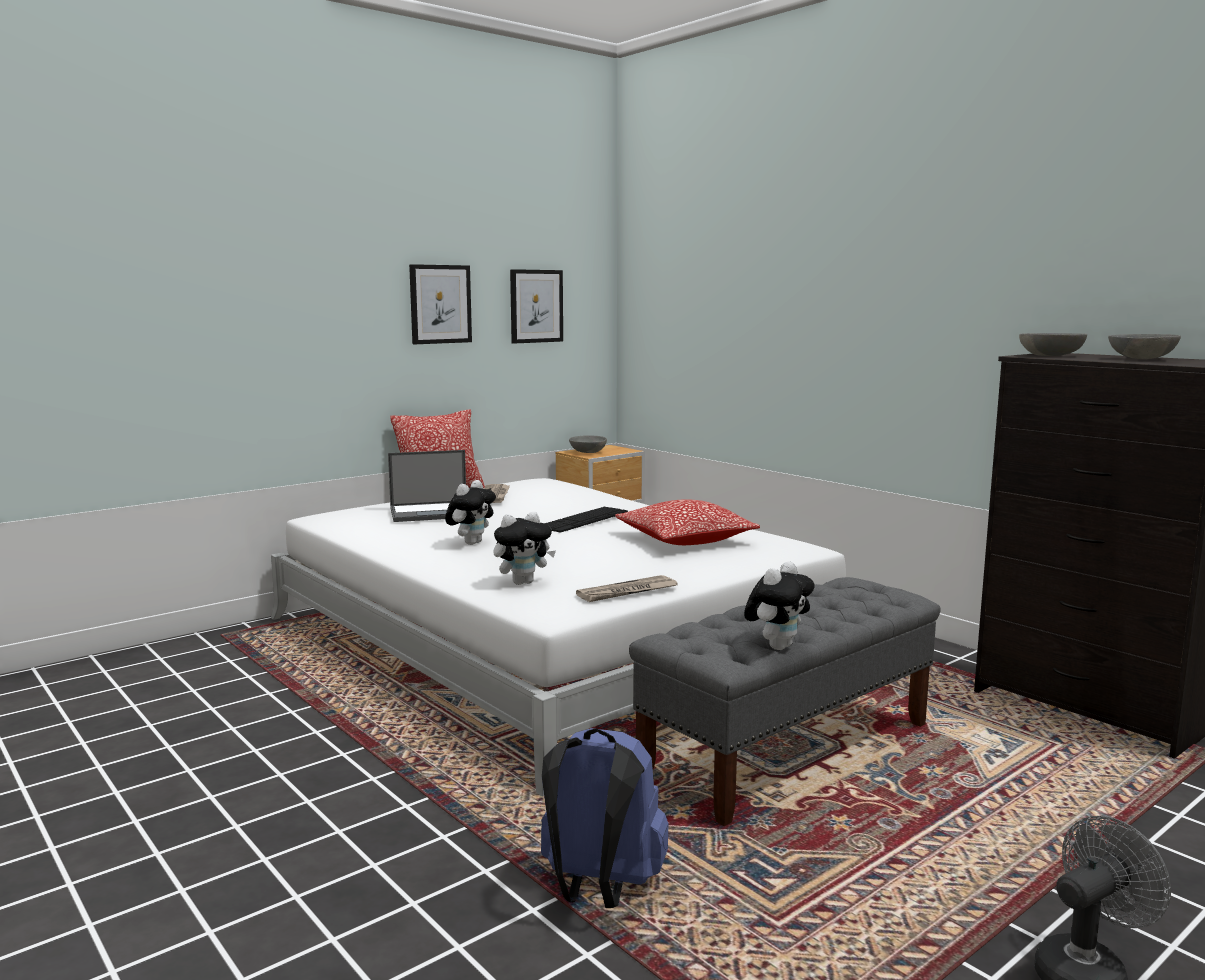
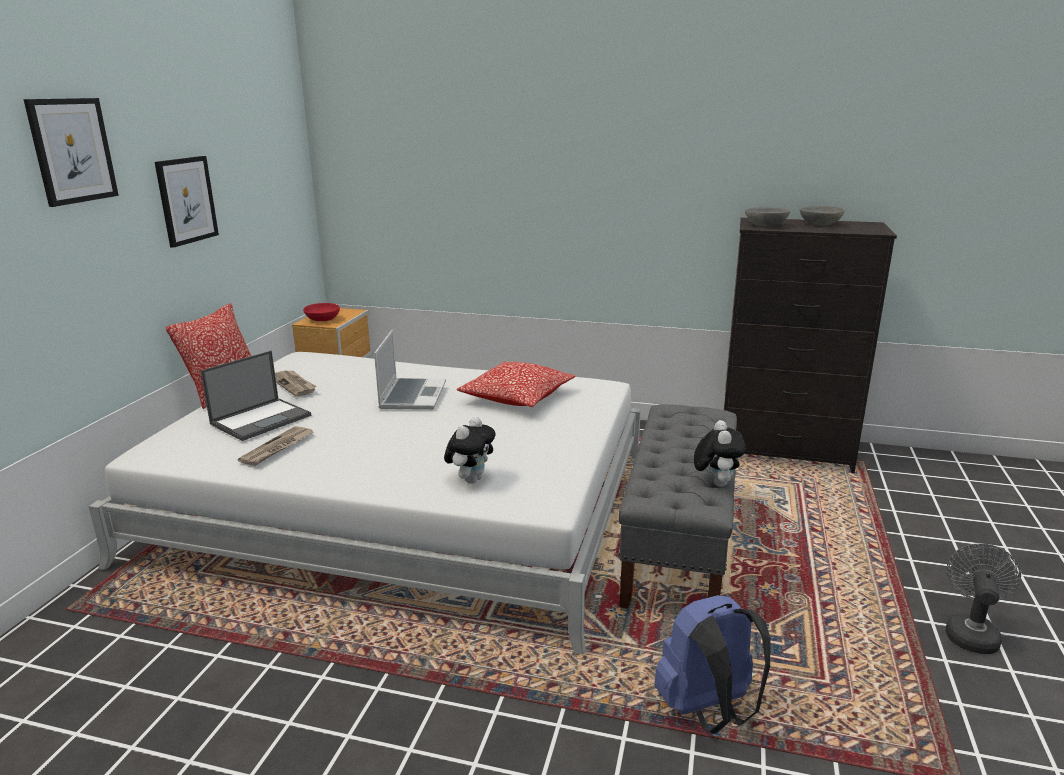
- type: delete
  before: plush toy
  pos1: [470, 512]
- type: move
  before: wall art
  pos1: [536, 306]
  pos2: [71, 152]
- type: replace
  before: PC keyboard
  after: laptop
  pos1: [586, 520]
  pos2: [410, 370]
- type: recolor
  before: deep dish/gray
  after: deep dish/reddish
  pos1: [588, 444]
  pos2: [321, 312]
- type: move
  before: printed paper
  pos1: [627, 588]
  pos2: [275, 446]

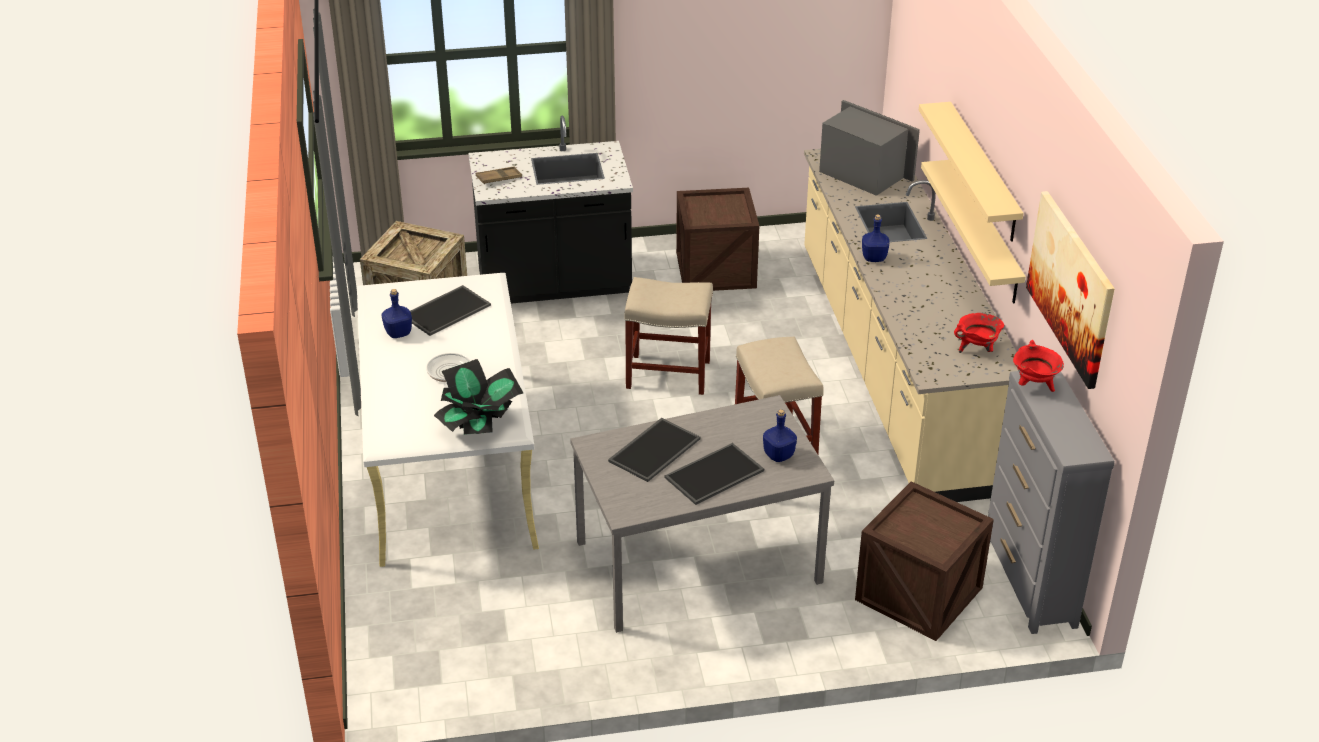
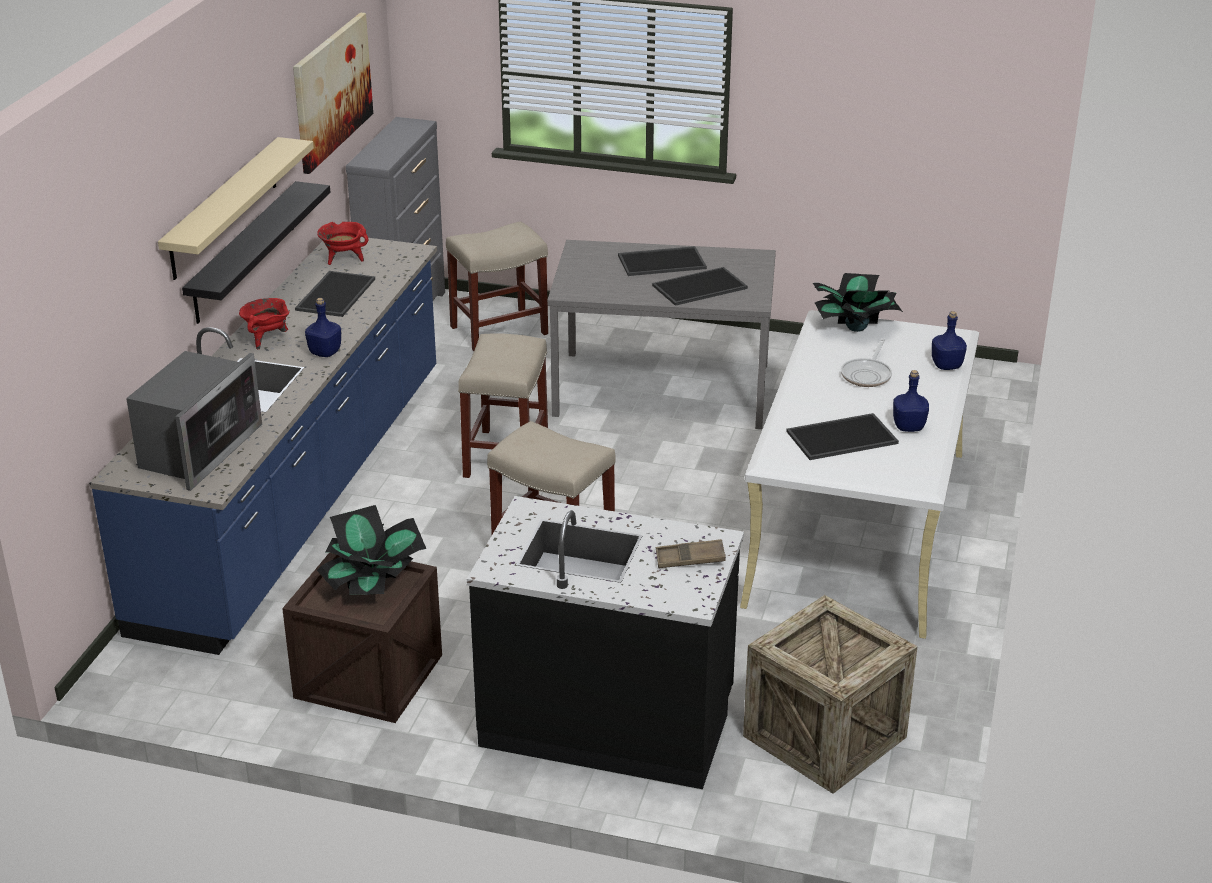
- type: move
  before: drink bottle/bluish
  pos1: [780, 435]
  pos2: [949, 340]
- type: recolor
  before: kitchen base unit/beige
  after: kitchen base unit/bluish
  pos1: [911, 325]
  pos2: [263, 446]
- type: rotate
  before: microwave
  pos1: [869, 148]
  pos2: [194, 421]
  turn: -135
- type: replace
  before: packing crate
  after: stool seat/beige
  pos1: [924, 561]
  pos2: [497, 286]
- type: recolor
  before: shelf/beige
  after: shelf/black-coloured
  pos1: [973, 232]
  pos2: [256, 252]
- type: move
  before: saucepot/reddish
  pos1: [1038, 366]
  pos2: [264, 324]
- type: insert
  after: serving tray
  pos2: [335, 294]
- type: insert
  after: houseplant
  pos2: [371, 550]

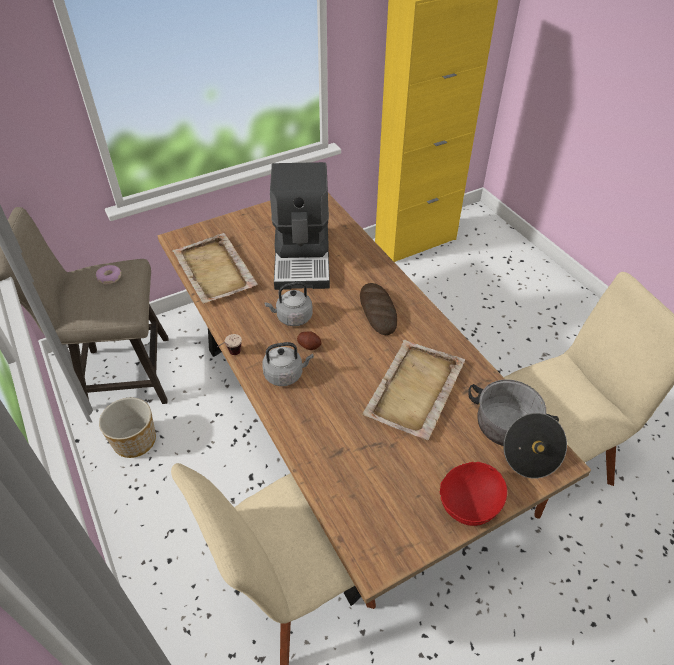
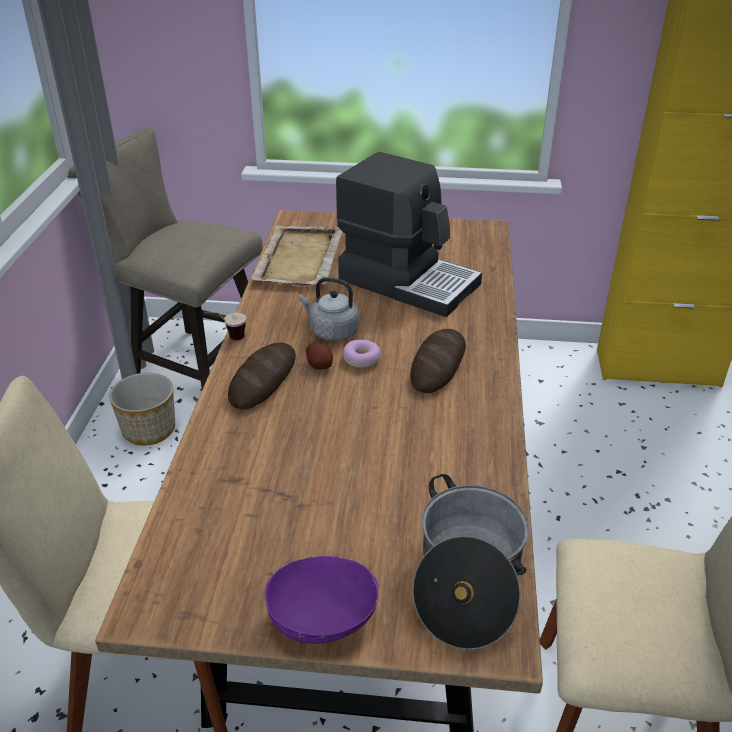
- type: move
  before: ring doughnut
  pos1: [108, 274]
  pos2: [362, 354]
- type: replace
  before: water kettle/gray
  after: bakery bread
  pos1: [288, 364]
  pos2: [262, 376]
- type: rotate
  before: coffee machine
  pos1: [300, 226]
  pos2: [409, 234]
  turn: -90
- type: delete
  before: serving tray/beige
  pos1: [413, 390]
- type: recolor
  before: deep dish/reddish
  after: deep dish/purple-coloured
  pos1: [473, 494]
  pos2: [322, 600]

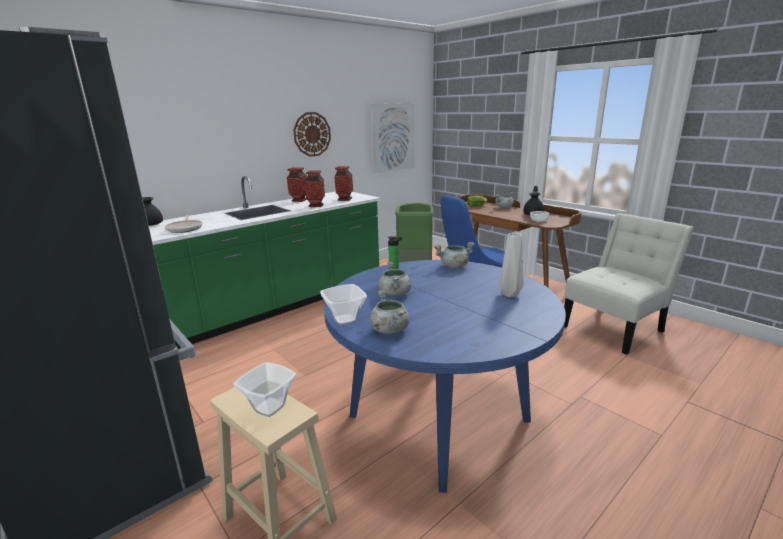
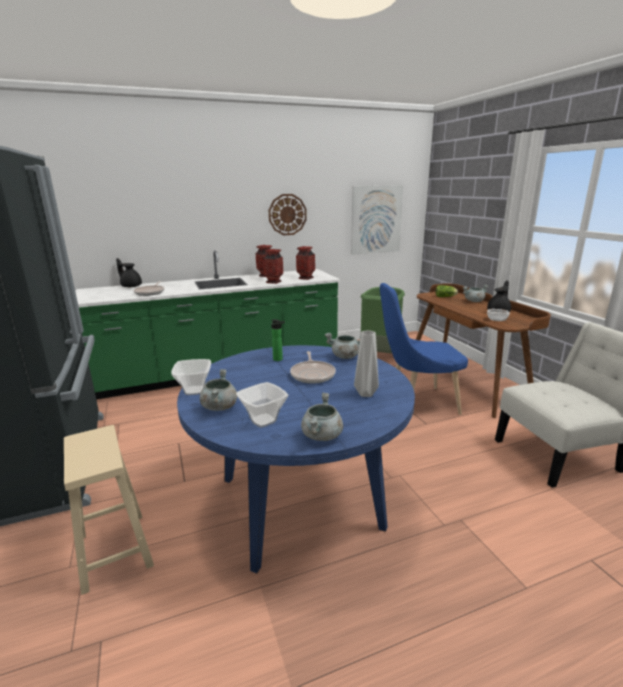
- type: move
  before: deep dish
  pos1: [265, 389]
  pos2: [262, 405]
- type: move
  before: saucepot/gray
  pos1: [395, 279]
  pos2: [322, 417]
- type: insert
  after: frying pan
  pos2: [313, 367]

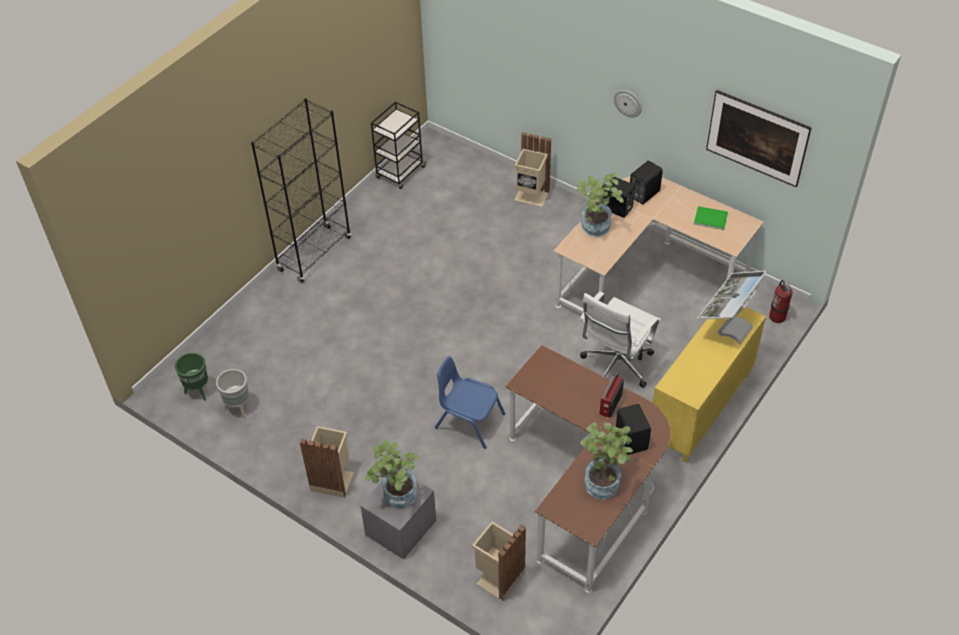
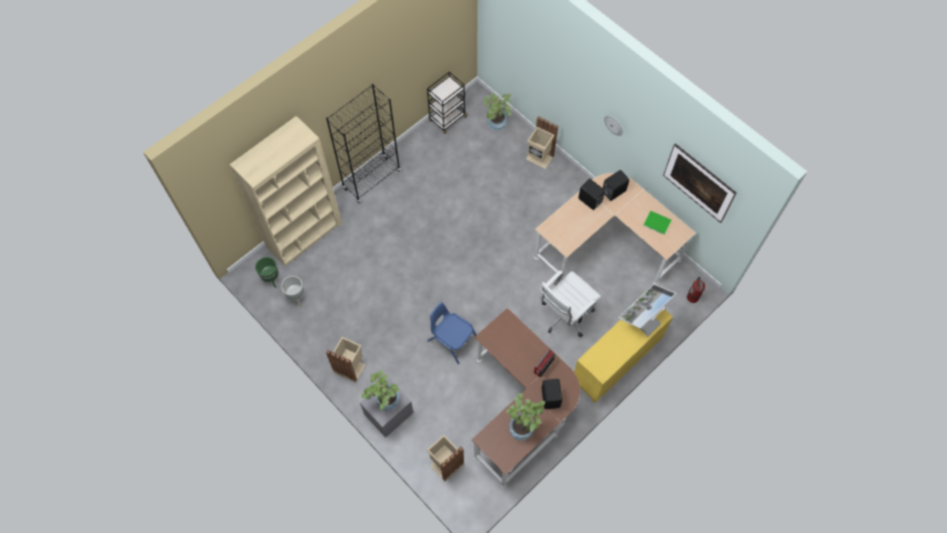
- type: move
  before: houseplant
  pos1: [600, 204]
  pos2: [497, 112]
- type: insert
  after: bookshelf/beige
  pos2: [286, 191]

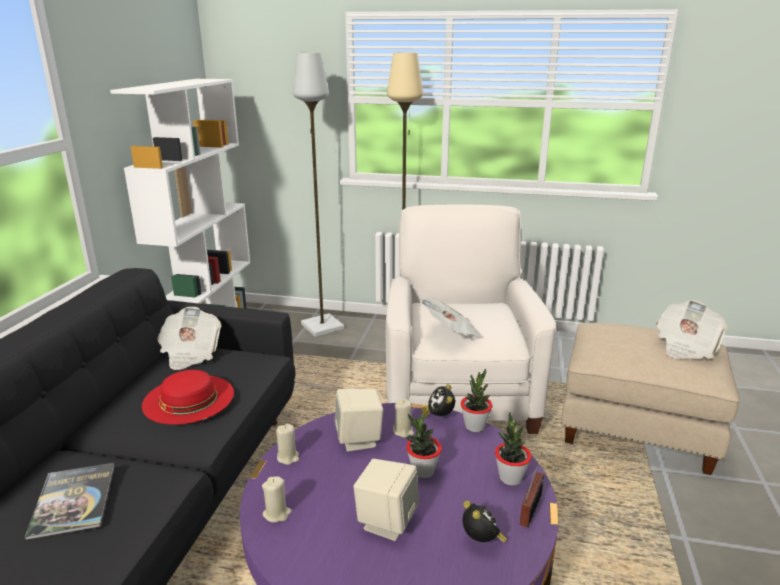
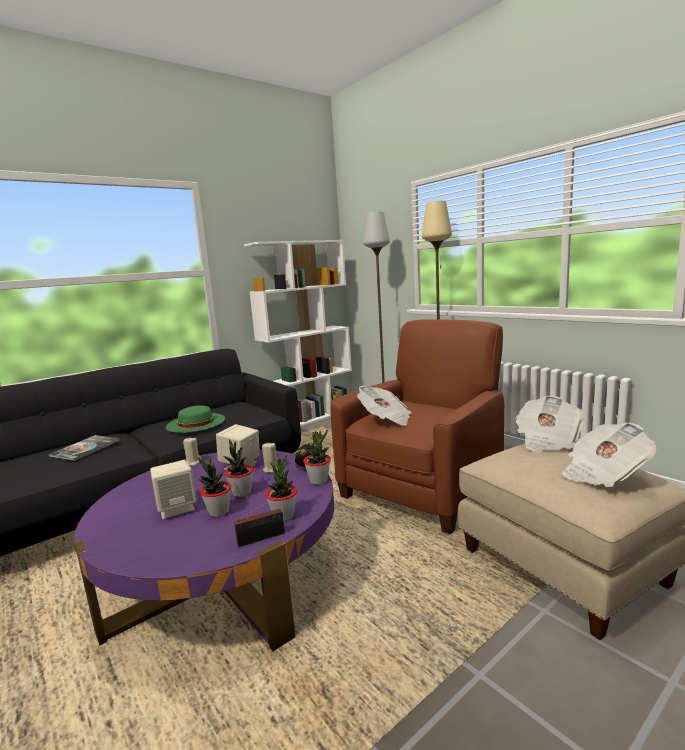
- type: recolor
  before: clothing hat/reddish
  after: clothing hat/greenish
  pos1: [188, 397]
  pos2: [195, 419]
- type: move
  before: printed paper
  pos1: [189, 338]
  pos2: [550, 423]
- type: delete
  before: wax candle/beige
  pos1: [277, 500]
- type: recolor
  before: armchair/whitish
  after: armchair/brown
  pos1: [471, 319]
  pos2: [417, 426]
- type: delete
  before: table clock
  pos1: [485, 522]
- type: insert
  after: houseplant
  pos2: [214, 487]

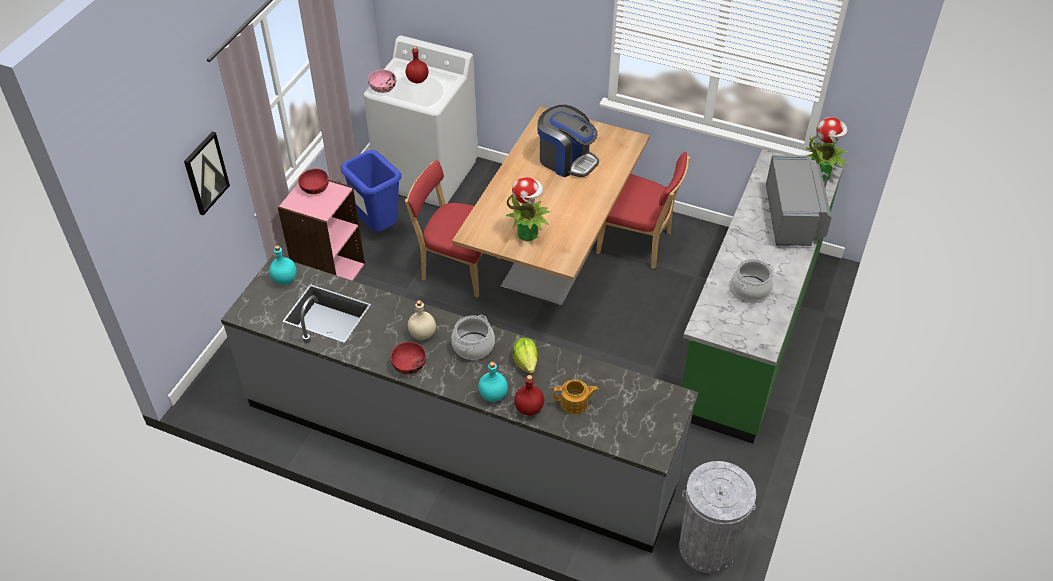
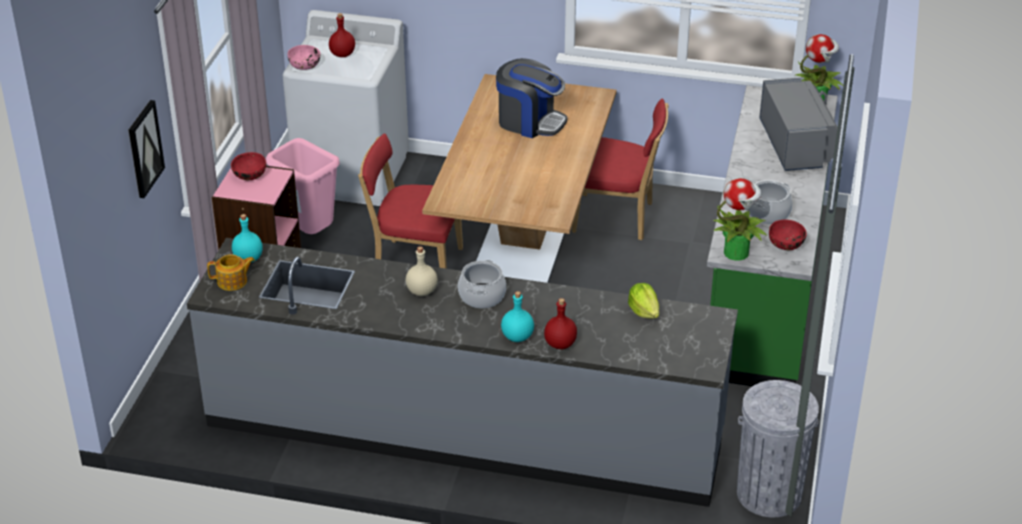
- type: recolor
  before: trash can/bluish
  after: trash can/pink
  pos1: [371, 191]
  pos2: [303, 186]
- type: move
  before: deep dish/reddish
  pos1: [408, 358]
  pos2: [788, 235]
- type: move
  before: houseplant
  pos1: [528, 209]
  pos2: [740, 219]
- type: move
  before: head of lettuce
  pos1: [525, 355]
  pos2: [643, 301]
- type: move
  before: tea pot
  pos1: [575, 397]
  pos2: [231, 272]

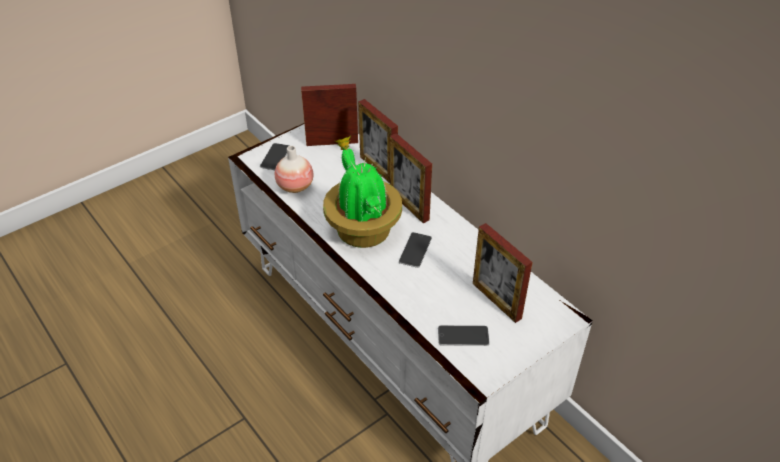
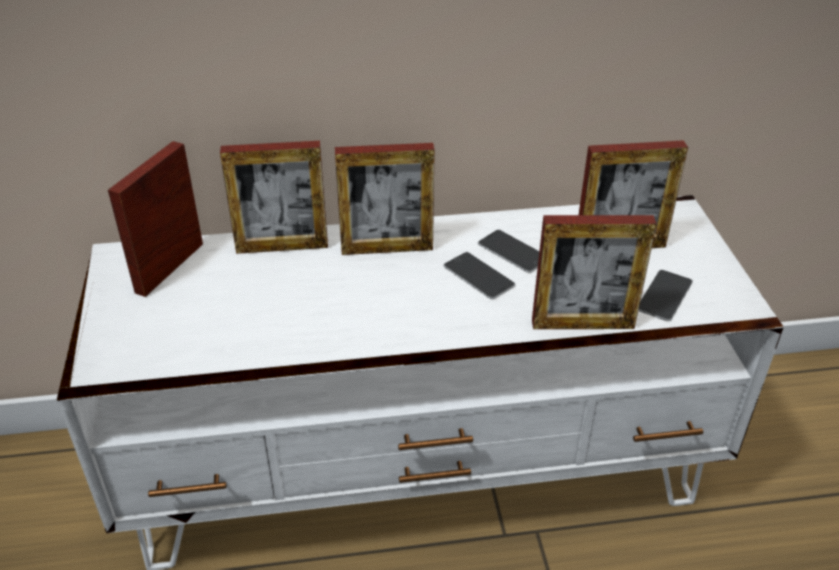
- type: move
  before: handset
  pos1: [275, 156]
  pos2: [508, 251]
- type: delete
  before: vase
  pos1: [294, 169]
- type: delete
  before: houseplant
  pos1: [362, 192]
- type: insert
  after: picture frame
  pos2: [594, 272]

